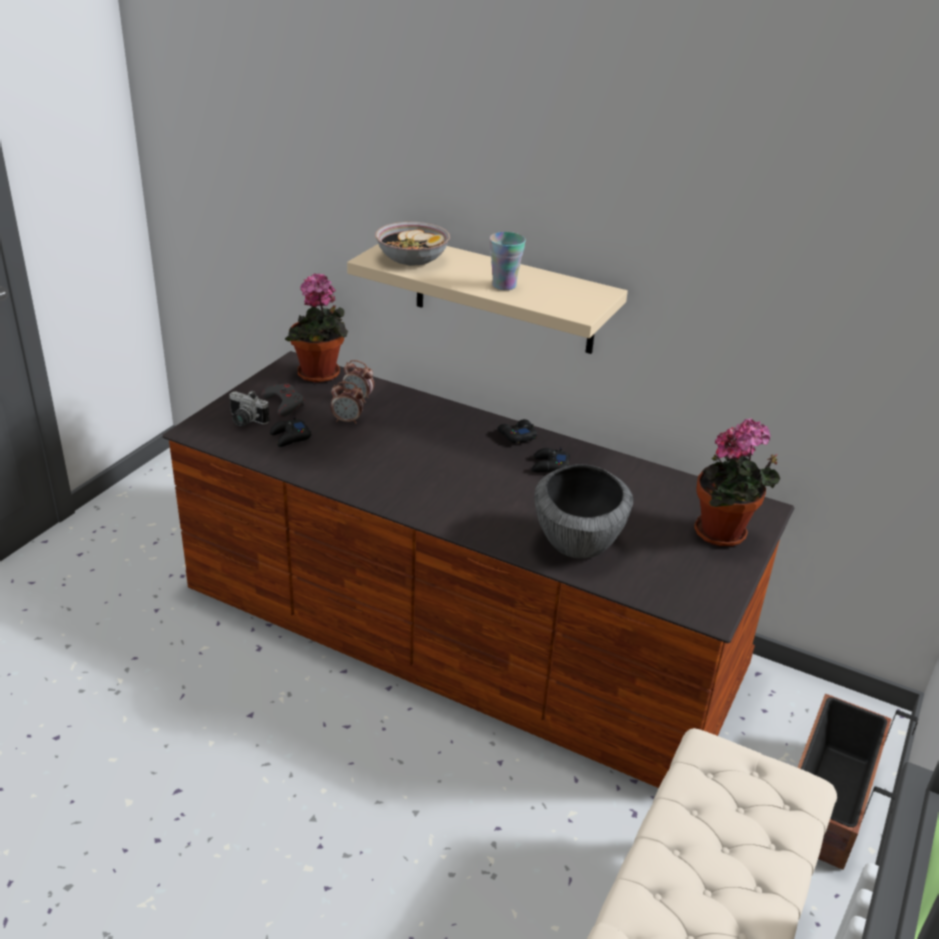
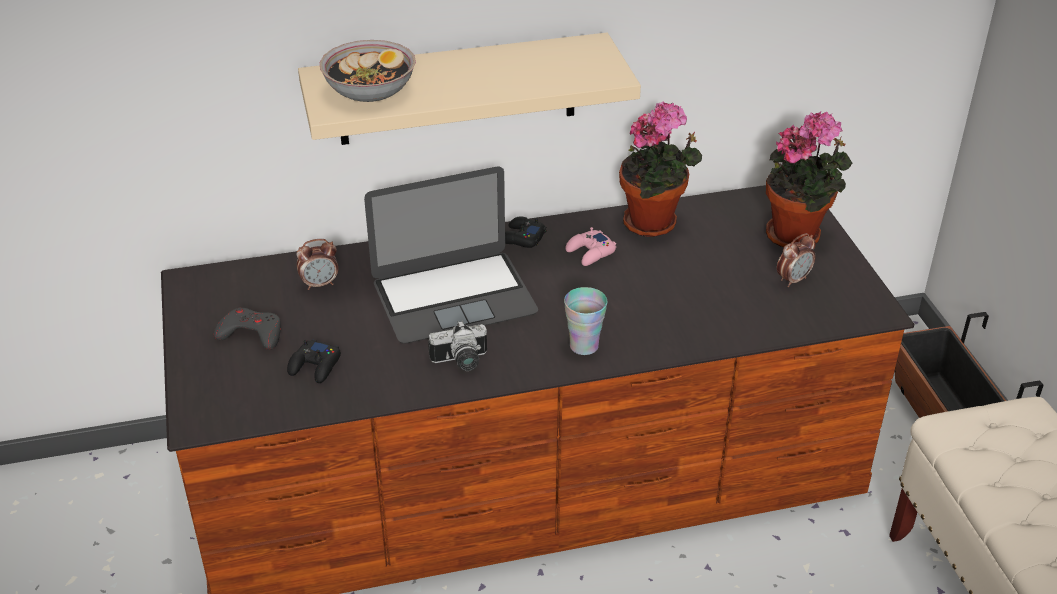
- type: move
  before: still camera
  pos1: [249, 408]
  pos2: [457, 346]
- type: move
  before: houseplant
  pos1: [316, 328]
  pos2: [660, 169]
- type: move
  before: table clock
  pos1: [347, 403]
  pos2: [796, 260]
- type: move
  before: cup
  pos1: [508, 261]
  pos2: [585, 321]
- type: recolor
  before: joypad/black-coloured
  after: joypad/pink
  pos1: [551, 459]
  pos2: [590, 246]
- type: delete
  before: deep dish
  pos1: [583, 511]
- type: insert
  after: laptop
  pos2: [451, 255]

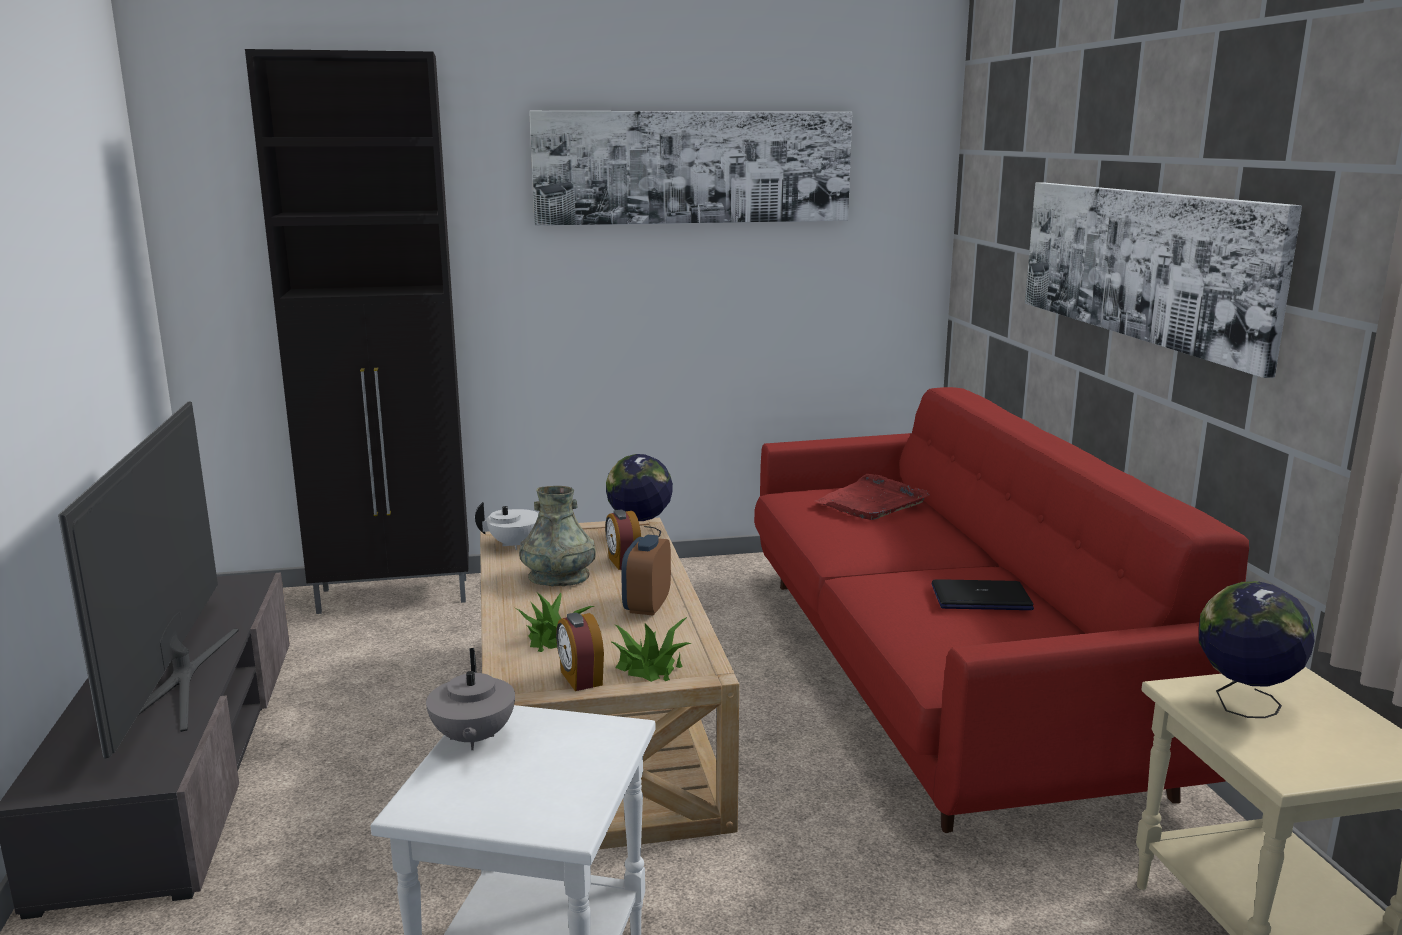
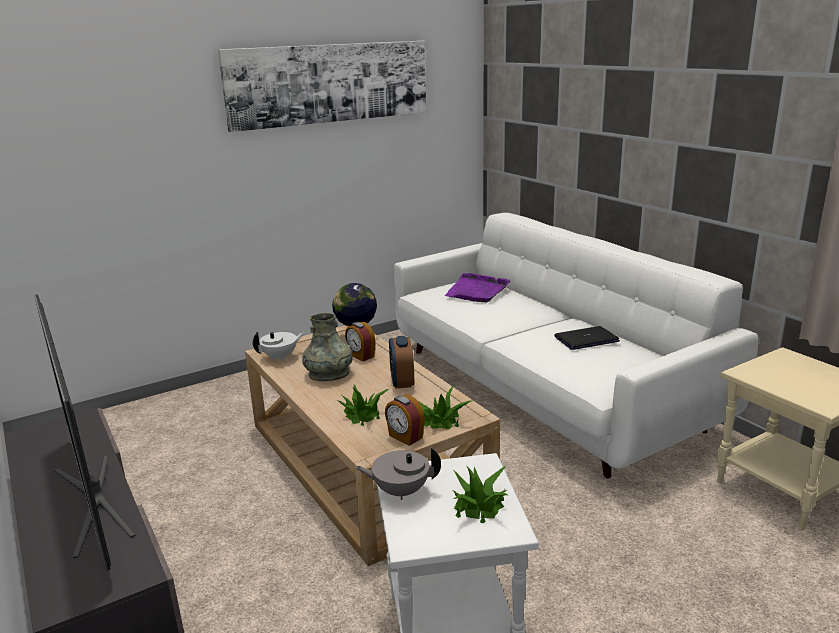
- type: delete
  before: cupboard/black-coloured
  pos1: [357, 331]
- type: rotate
  before: tea pot/gray
  pos1: [470, 699]
  pos2: [398, 474]
  turn: 120
- type: recolor
  before: settee/reddish
  after: settee/whitish
  pos1: [1001, 610]
  pos2: [576, 346]
- type: recolor
  before: serving tray/reddish
  after: serving tray/purple-coloured
  pos1: [872, 497]
  pos2: [477, 287]
- type: delete
  before: wall art
  pos1: [1163, 280]
- type: delete
  before: world globe
  pos1: [1257, 649]
- type: insert
  after: houseplant
  pos2: [480, 494]

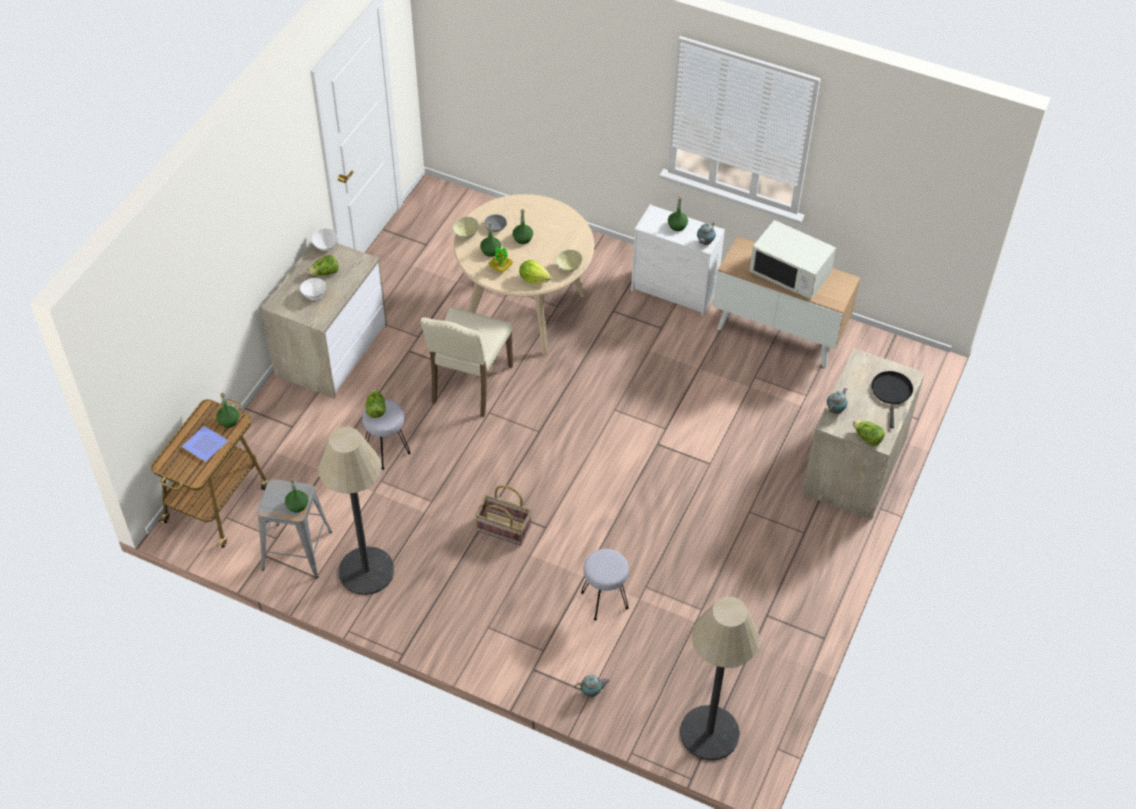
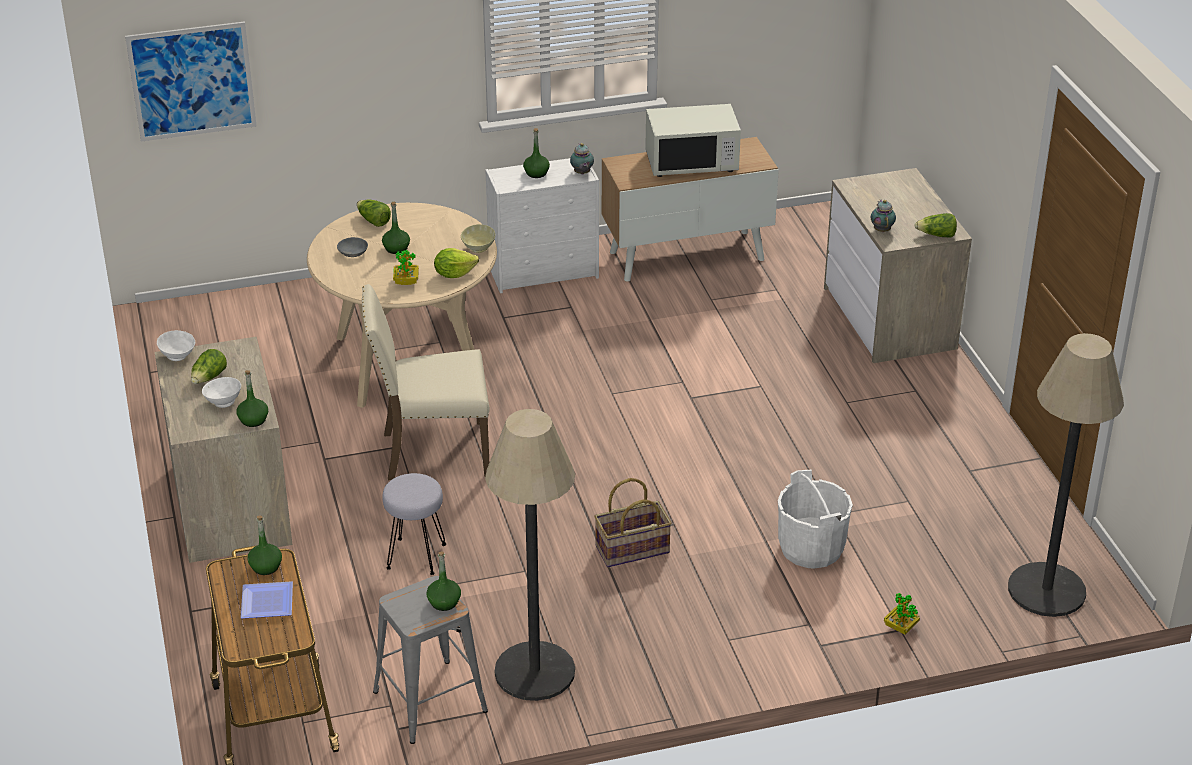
- type: move
  before: head of lettuce
  pos1: [376, 403]
  pos2: [374, 213]
- type: rotate
  before: upright chair/beige
  pos1: [466, 362]
  pos2: [425, 382]
  turn: 105
- type: delete
  before: deep dish/beige
  pos1: [466, 228]
- type: move
  before: drink bottle/greenish
  pos1: [490, 239]
  pos2: [252, 398]
- type: replace
  before: tea pot
  after: houseplant
  pos1: [592, 686]
  pos2: [902, 614]
- type: replace
  before: stool seat/gray
  after: pail/whitish
  pos1: [605, 585]
  pos2: [815, 519]
- type: delete
  before: frying pan/black-coloured
  pos1: [892, 399]
- type: insert
  after: wall art
  pos2: [191, 81]

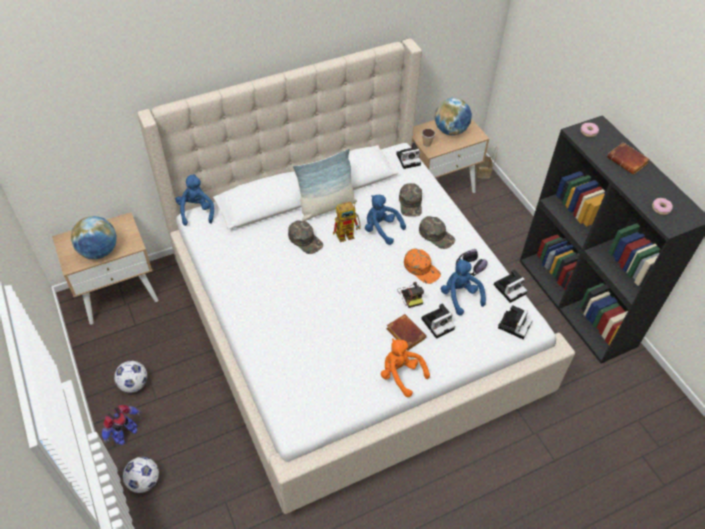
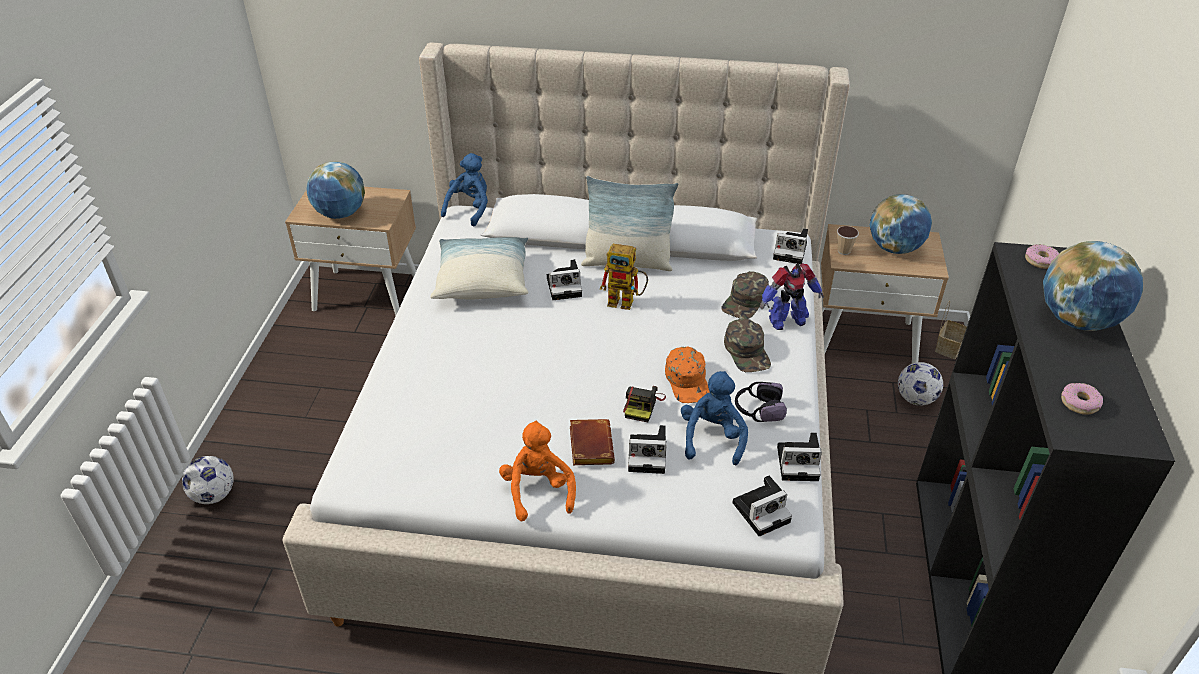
- type: move
  before: toy robot
  pos1: [122, 425]
  pos2: [792, 296]
- type: move
  before: football ball
  pos1: [130, 377]
  pos2: [920, 384]
- type: replace
  before: baseball cap/greenish
  after: still camera
  pos1: [305, 237]
  pos2: [564, 279]
- type: delete
  before: plush toy/bluish
  pos1: [385, 220]
- type: replace
  before: volume/brown
  after: world globe
  pos1: [628, 158]
  pos2: [1093, 286]
- type: insert
  after: pillow
  pos2: [479, 268]

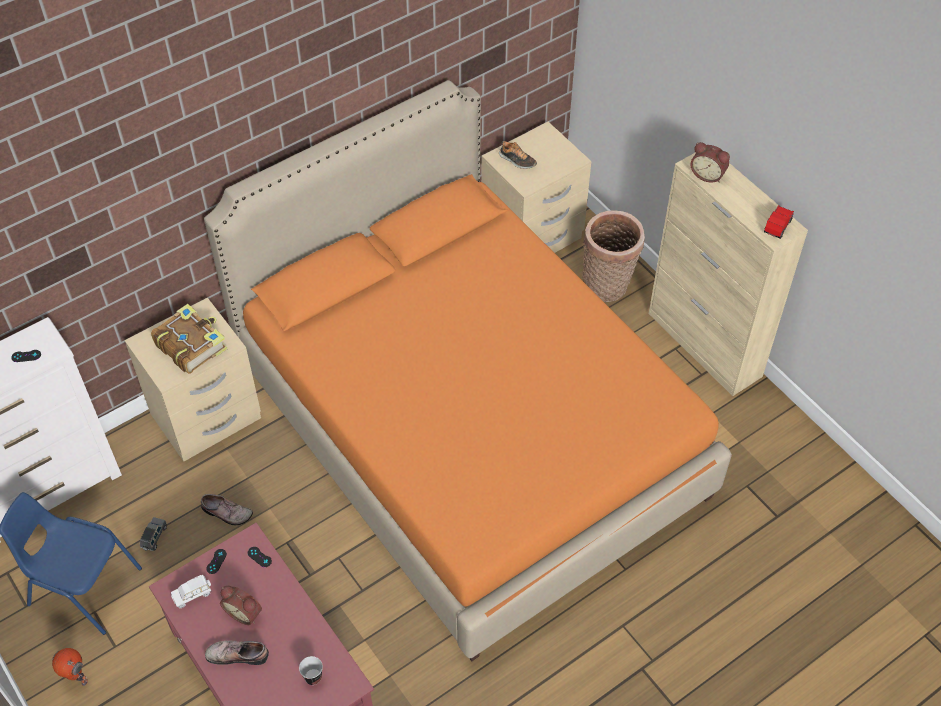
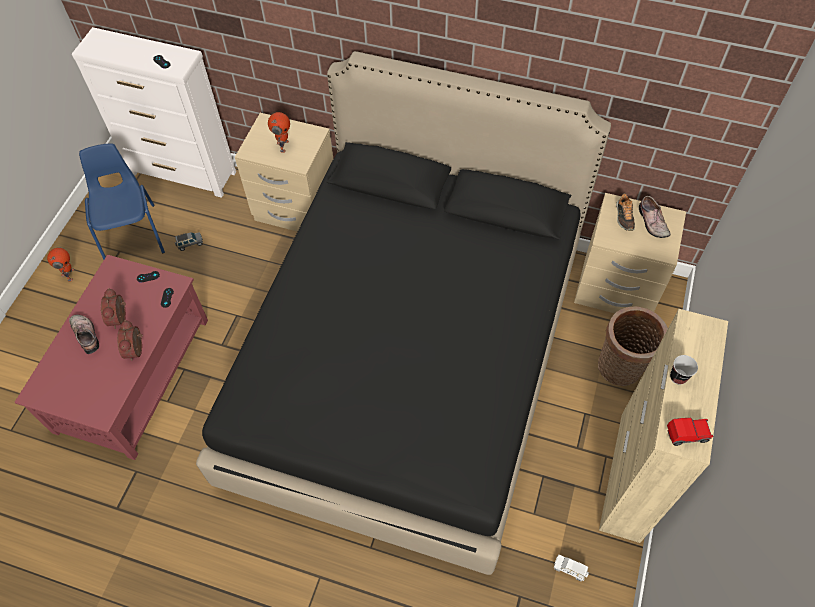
- type: replace
  before: volume
  after: toy robot
  pos1: [189, 339]
  pos2: [279, 132]
- type: move
  before: miniature car/whitish
  pos1: [191, 591]
  pos2: [571, 568]
- type: move
  before: shoe
  pos1: [227, 509]
  pos2: [655, 217]
- type: recolor
  before: sleeping bed/orange-coloured
  after: sleeping bed/black-coloured
  pos1: [468, 370]
  pos2: [403, 313]
- type: move
  before: cup
  pos1: [311, 670]
  pos2: [684, 370]
- type: move
  before: table clock
  pos1: [710, 162]
  pos2: [130, 340]

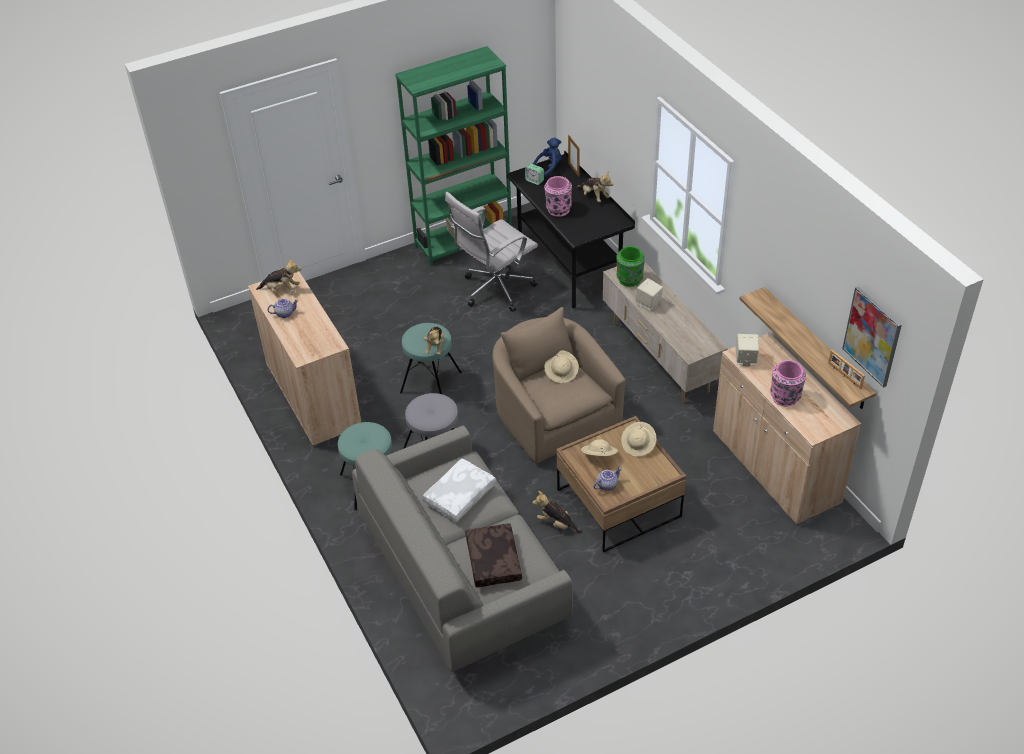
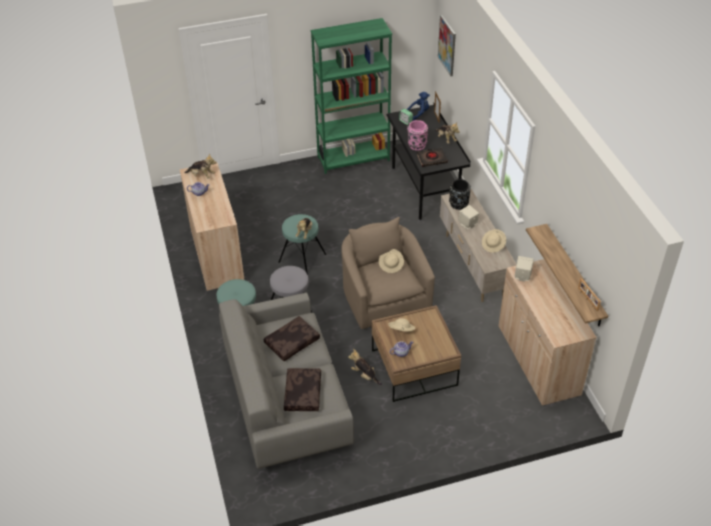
- type: recolor
  before: pillow/whitish
  after: pillow/brown
  pos1: [459, 490]
  pos2: [292, 338]
- type: delete
  before: desk chair/whitish
  pos1: [491, 252]
- type: recolor
  before: vase/greenish
  after: vase/black-coloured
  pos1: [630, 266]
  pos2: [460, 194]
- type: move
  before: clothing hat/beige
  pos1: [638, 439]
  pos2: [494, 241]
- type: delete
  before: vase/pink
  pos1: [788, 383]
- type: move
  before: wall art
  pos1: [872, 337]
  pos2: [447, 45]
- type: insert
  after: volume/black-coloured
  pos2: [432, 157]

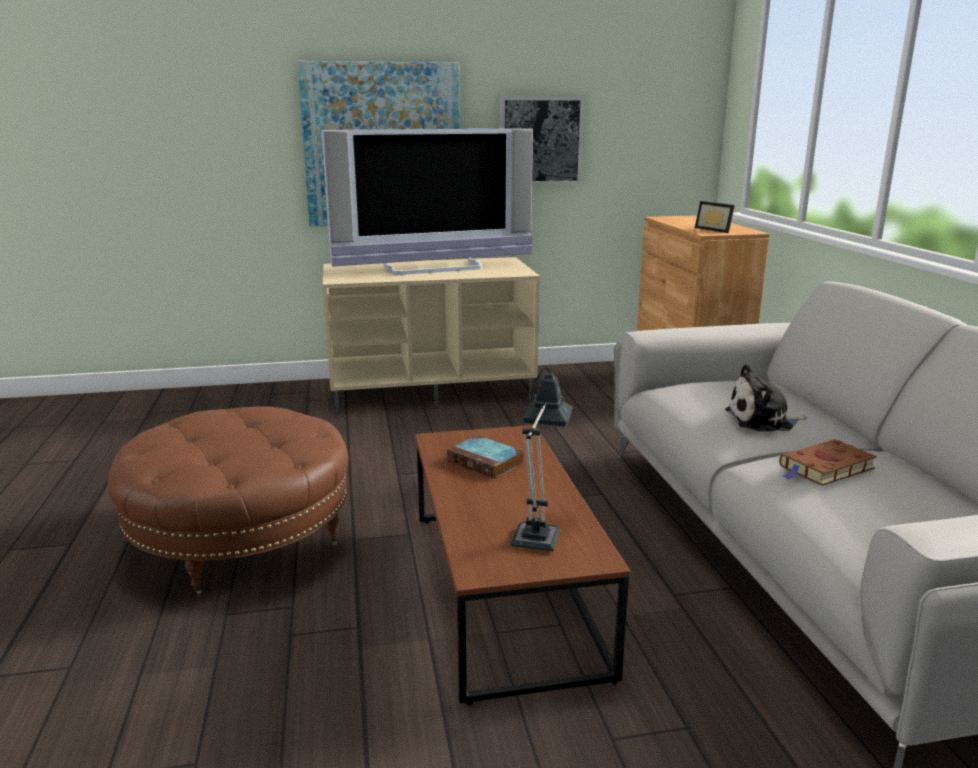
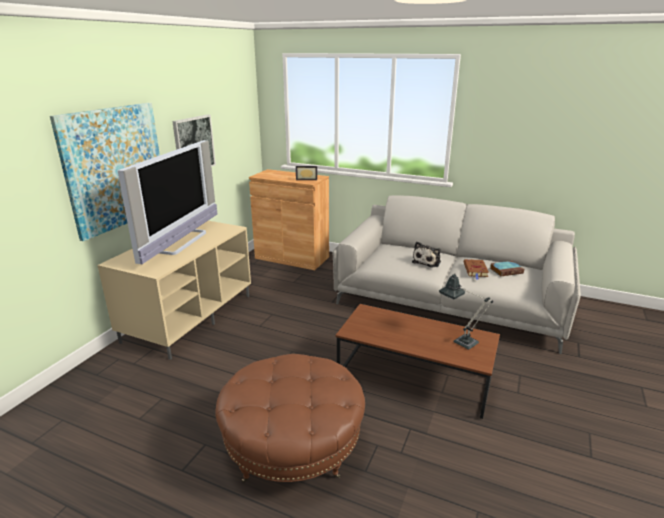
- type: move
  before: volume
  pos1: [485, 457]
  pos2: [507, 269]

